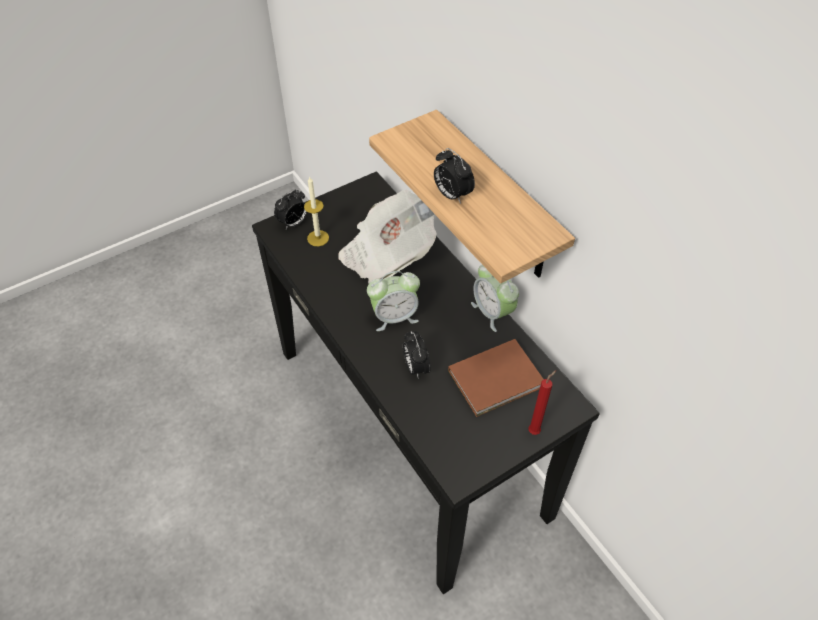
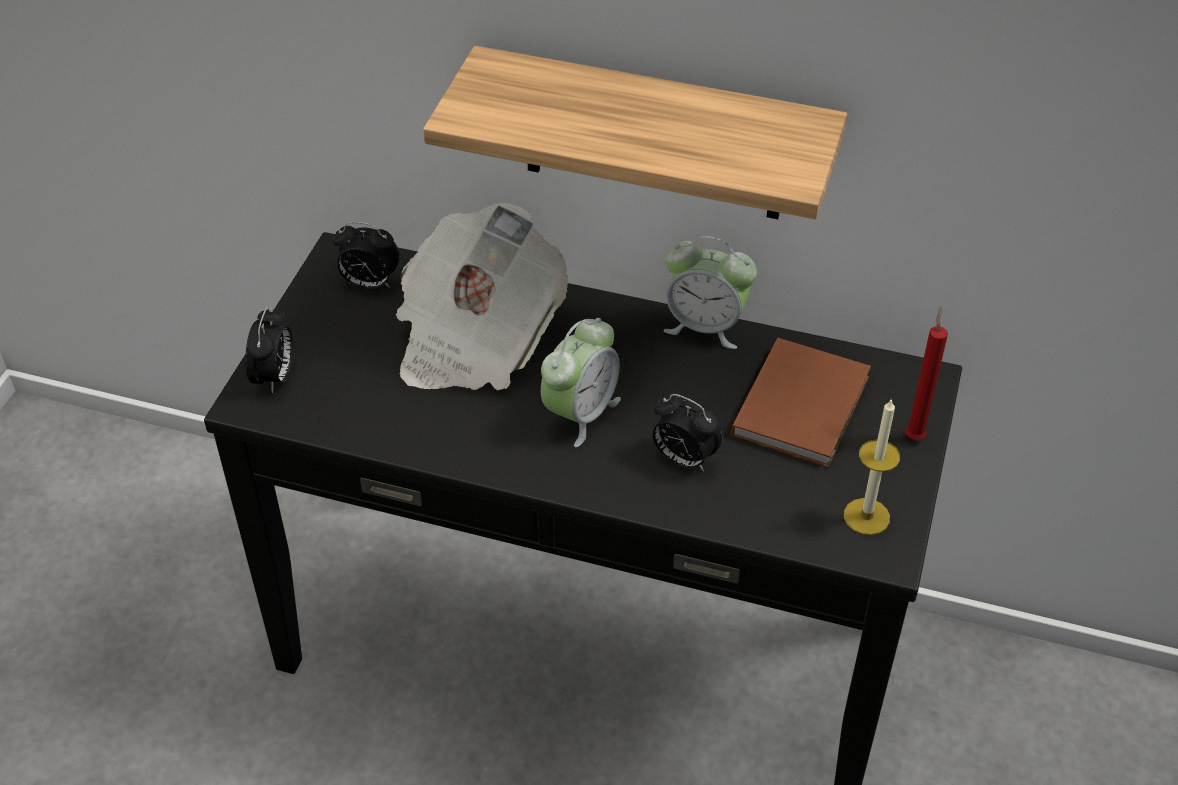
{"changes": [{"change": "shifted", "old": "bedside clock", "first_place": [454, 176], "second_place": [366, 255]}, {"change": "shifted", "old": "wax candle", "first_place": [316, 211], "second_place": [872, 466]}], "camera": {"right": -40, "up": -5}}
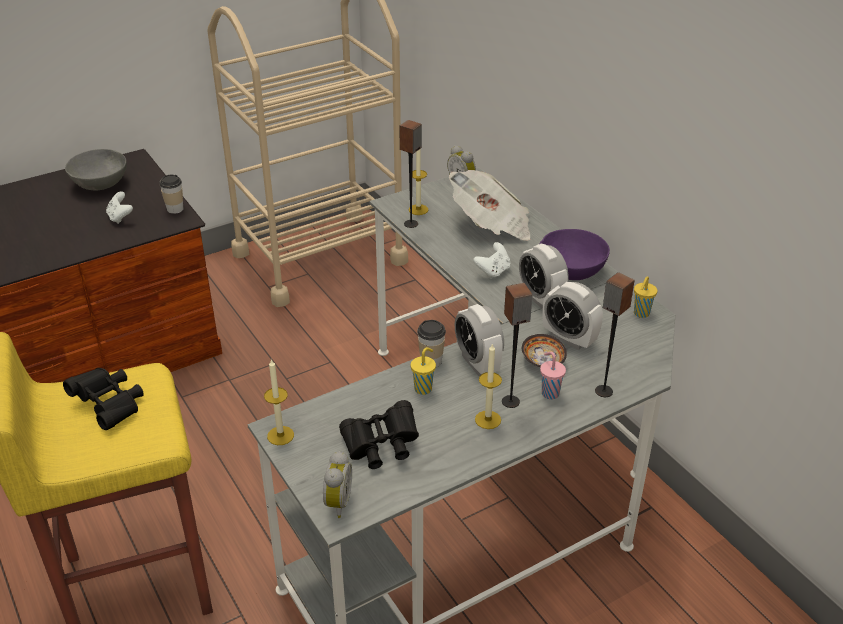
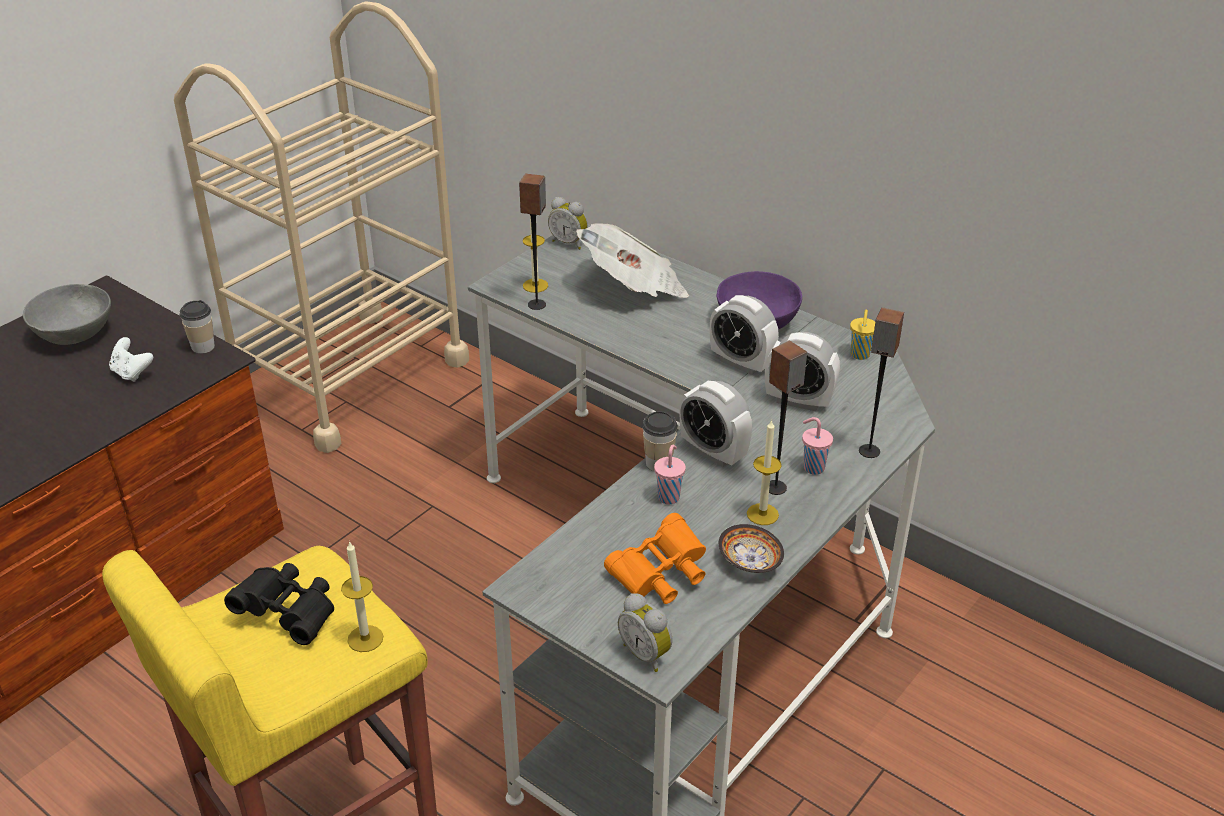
{"changes": [{"change": "shifted", "old": "wax candle", "first_place": [279, 402], "second_place": [362, 596]}, {"change": "repainted", "old": "field glasses in blackish", "new": "field glasses in orange-coloured", "first_place": [379, 434], "second_place": [655, 558]}, {"change": "rotated", "old": "bedside clock", "first_place": [337, 484], "second_place": [645, 632], "degrees": 150}, {"change": "repainted", "old": "cup in yellow", "new": "cup in pinkish", "first_place": [423, 371], "second_place": [670, 475]}, {"change": "shifted", "old": "deep dish", "first_place": [544, 350], "second_place": [751, 548]}, {"change": "gone", "old": "joypad in white", "first_place": [491, 260]}], "camera": {"right": -20, "up": 0}}
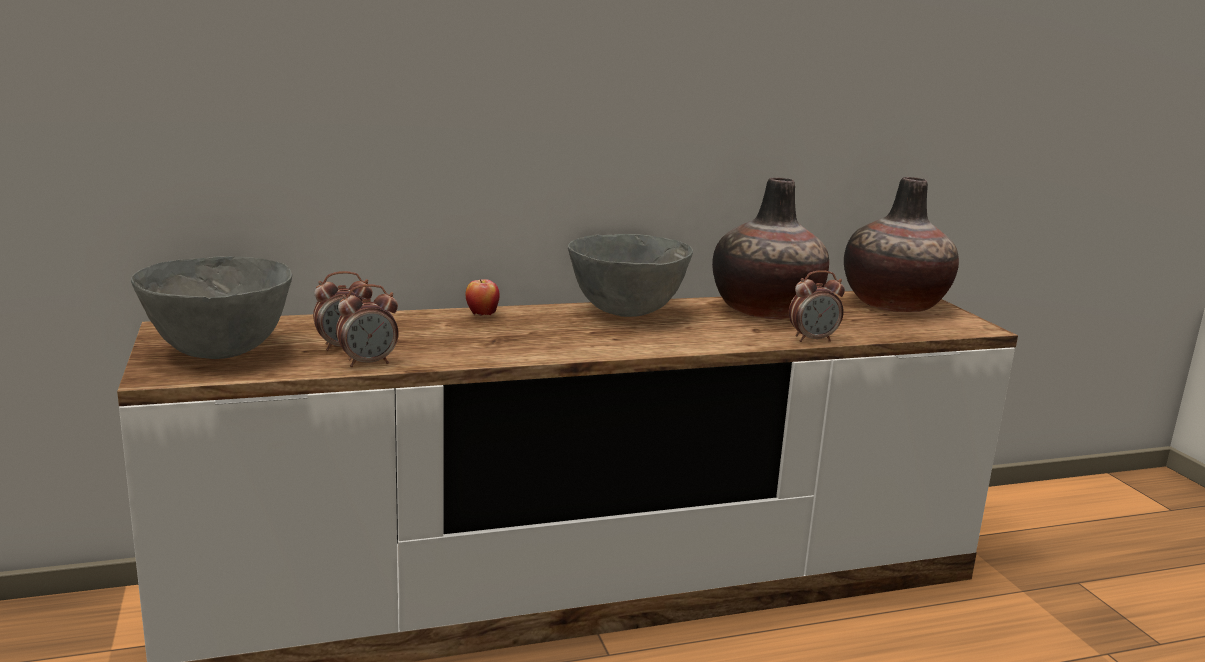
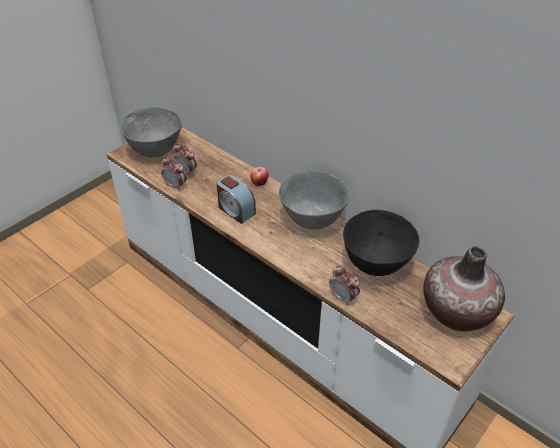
{"changes": [{"change": "new", "new": "bedside clock", "second_place": [236, 199]}, {"change": "swapped", "old": "vase", "new": "deep dish in blackish", "first_place": [770, 248], "second_place": [381, 243]}], "camera": {"right": 60, "up": 25}}
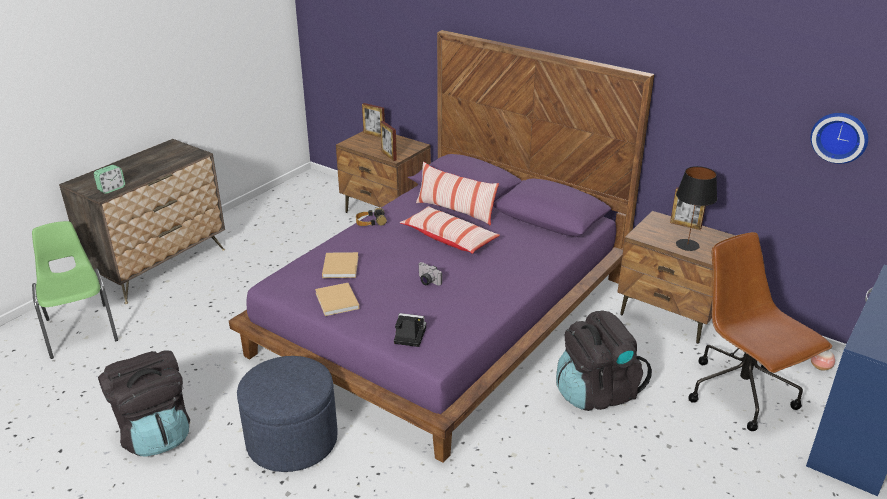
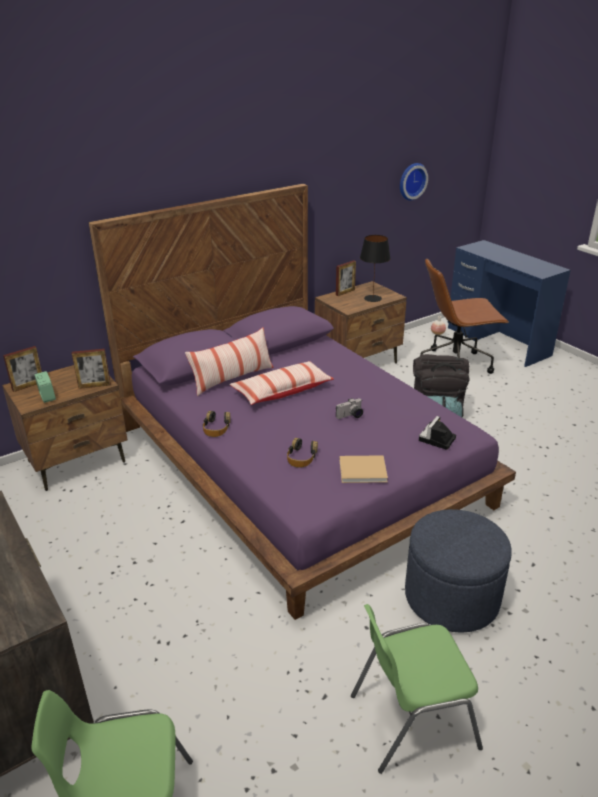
{"changes": [{"change": "shifted", "old": "bedside clock", "first_place": [109, 179], "second_place": [45, 387]}, {"change": "swapped", "old": "bound book in beige-coloured", "new": "pair of headphones", "first_place": [340, 265], "second_place": [302, 453]}, {"change": "swapped", "old": "knapsack in blackish", "new": "plain chair in green", "first_place": [144, 403], "second_place": [417, 689]}], "camera": {"right": -70, "up": 0}}
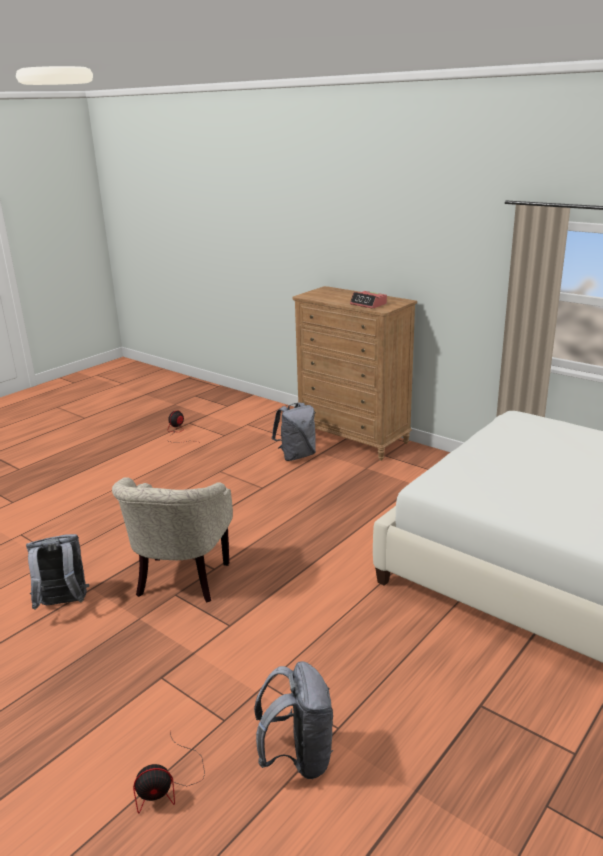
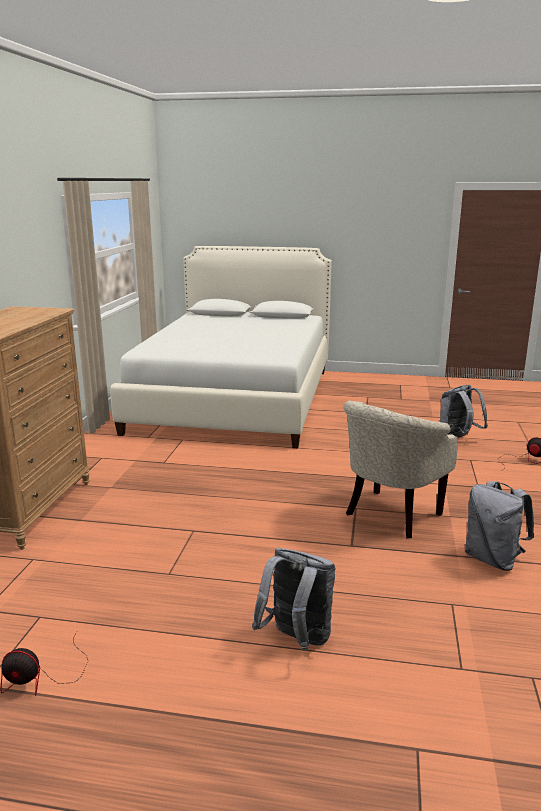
{"changes": [{"change": "shifted", "old": "knapsack in gray", "first_place": [294, 431], "second_place": [294, 599]}, {"change": "rotated", "old": "lounge chair in beige-coloured", "first_place": [172, 540], "second_place": [401, 469], "degrees": 150}, {"change": "gone", "old": "bedside clock", "first_place": [368, 300]}], "camera": {"right": -120, "up": -5}}
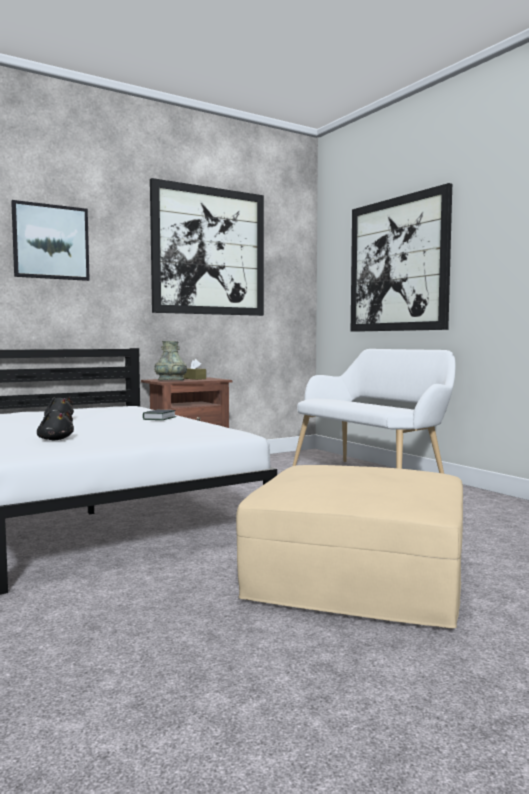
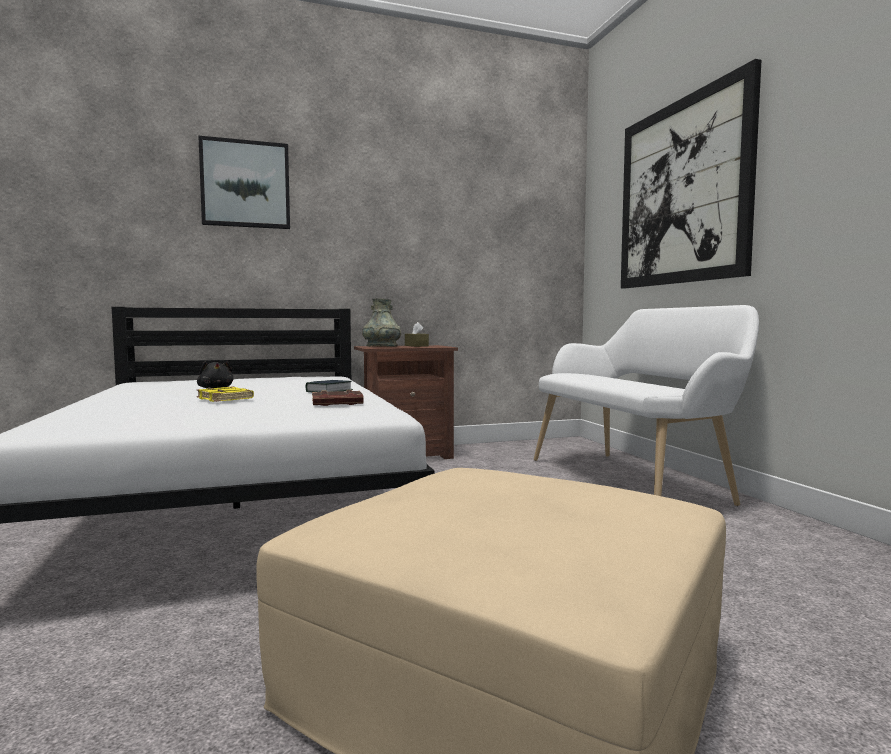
{"changes": [{"change": "new", "new": "bound book in yellow", "second_place": [225, 394]}, {"change": "new", "new": "bound book in brown-coloured", "second_place": [338, 398]}, {"change": "gone", "old": "soft toy in blackish", "first_place": [55, 425]}, {"change": "gone", "old": "wall art", "first_place": [207, 247]}], "camera": {"right": 15, "up": 0}}
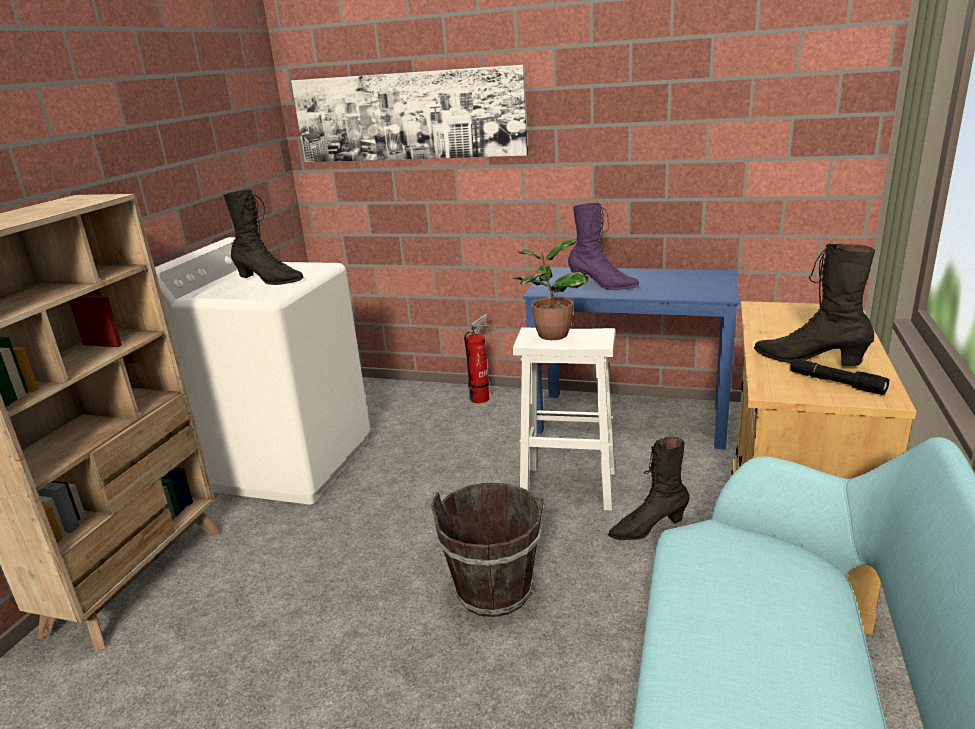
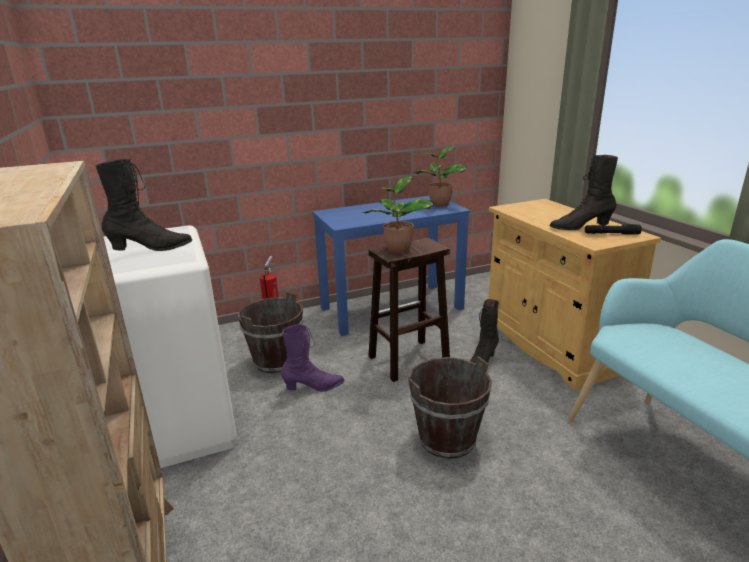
{"changes": [{"change": "new", "new": "pail in brown-coloured", "second_place": [270, 332]}, {"change": "shifted", "old": "boot in purple", "first_place": [603, 246], "second_place": [313, 358]}, {"change": "repainted", "old": "stool seat in white", "new": "stool seat in brown-coloured", "first_place": [564, 419], "second_place": [409, 310]}, {"change": "new", "new": "potted plant", "second_place": [440, 176]}, {"change": "gone", "old": "wall art", "first_place": [409, 113]}], "camera": {"right": -40, "up": 0}}
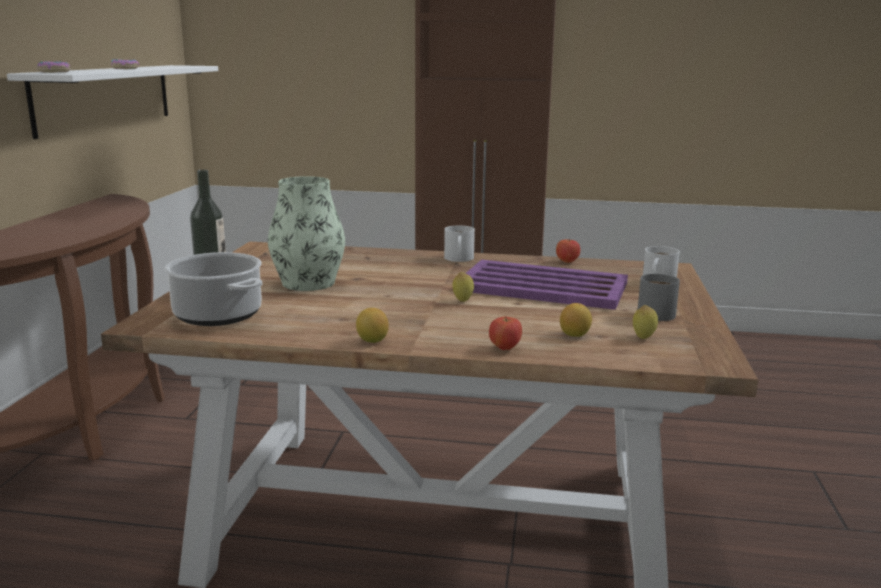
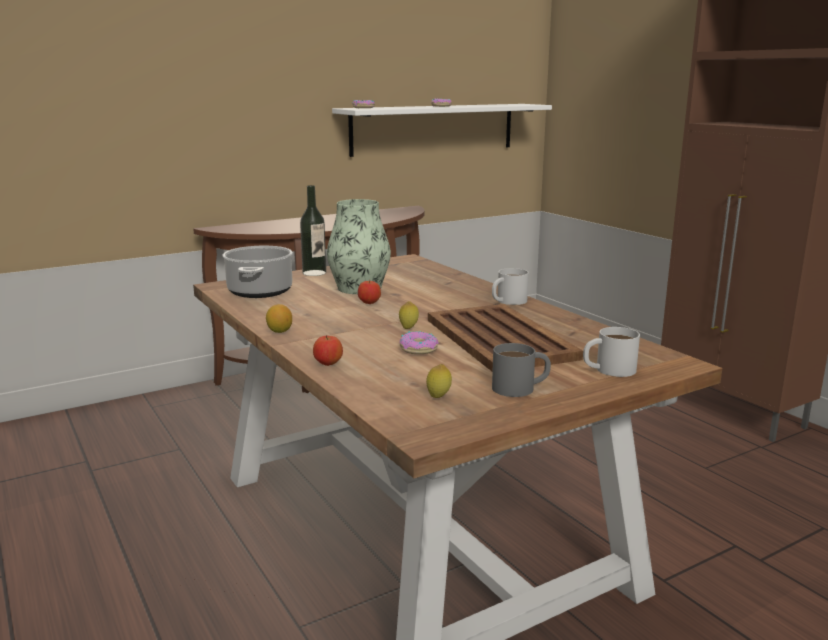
{"changes": [{"change": "shifted", "old": "apple fruit", "first_place": [568, 250], "second_place": [369, 292]}, {"change": "new", "new": "ring doughnut", "second_place": [419, 342]}, {"change": "repainted", "old": "carrying tray in purple", "new": "carrying tray in brown-coloured", "first_place": [547, 285], "second_place": [505, 338]}, {"change": "gone", "old": "whole lemon", "first_place": [576, 320]}], "camera": {"right": 50, "up": 0}}
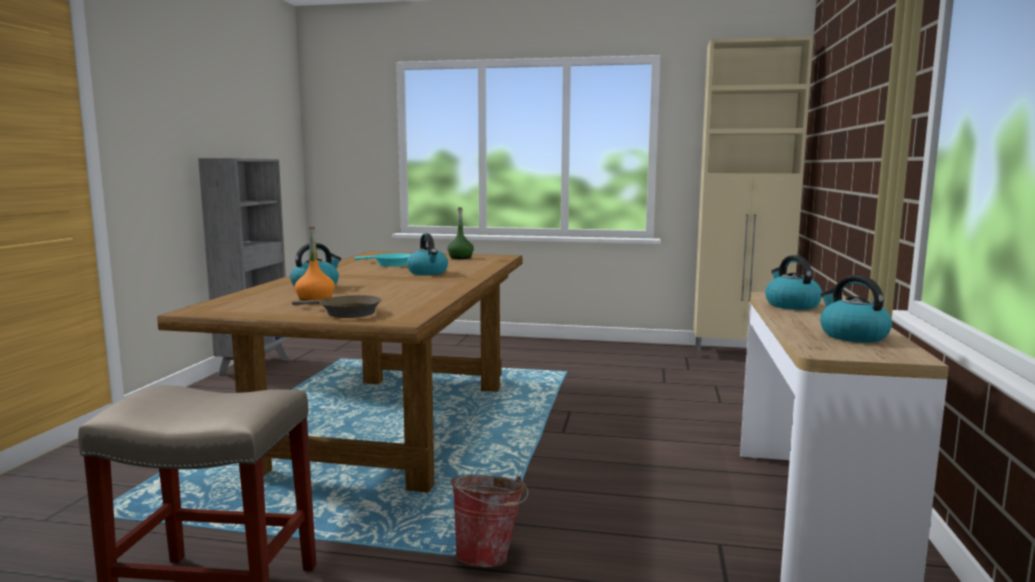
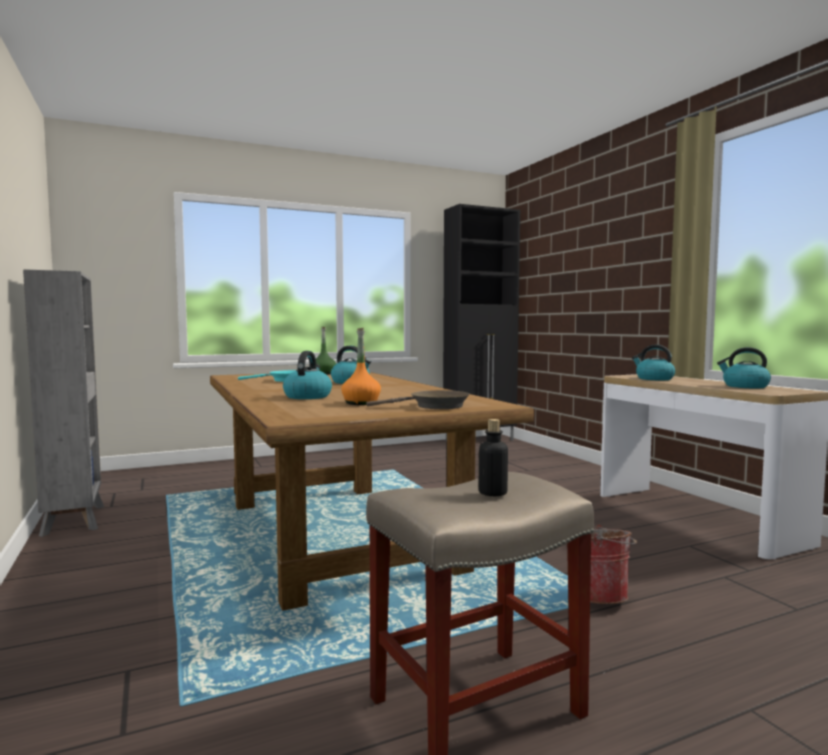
{"changes": [{"change": "repainted", "old": "storage cabinet in beige-coloured", "new": "storage cabinet in blackish", "first_place": [754, 196], "second_place": [481, 322]}, {"change": "new", "new": "beverage bottle", "second_place": [493, 457]}], "camera": {"right": -35, "up": -5}}
